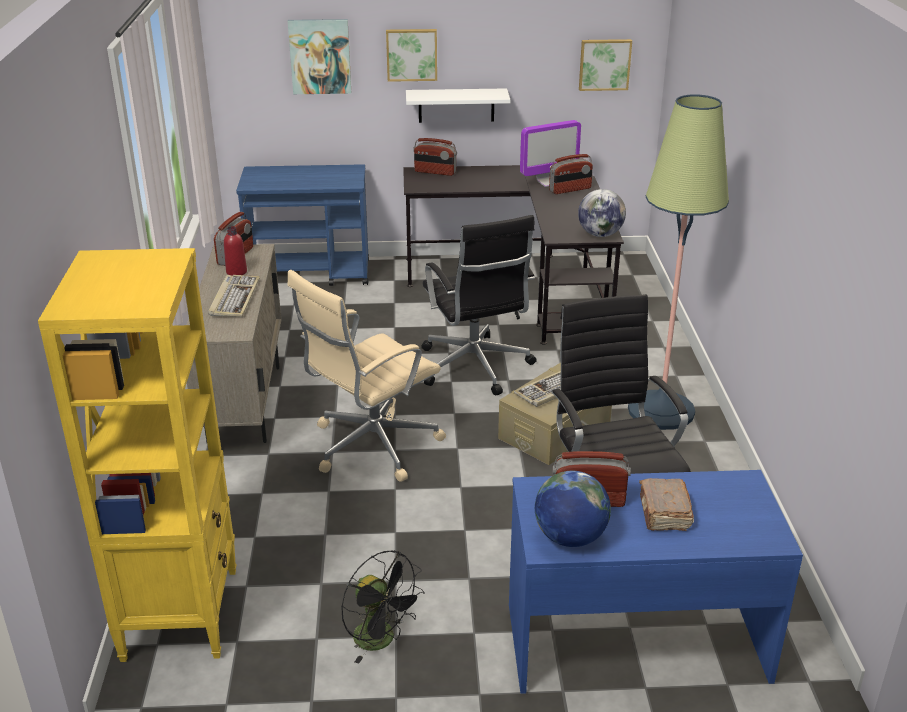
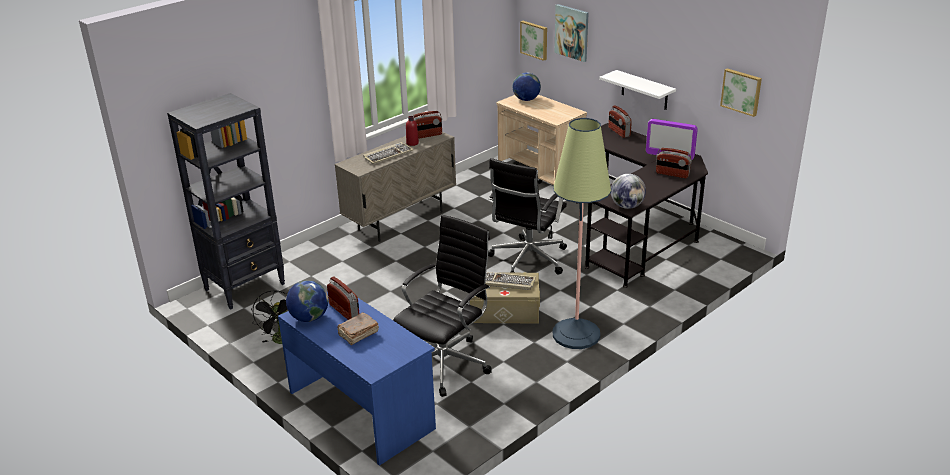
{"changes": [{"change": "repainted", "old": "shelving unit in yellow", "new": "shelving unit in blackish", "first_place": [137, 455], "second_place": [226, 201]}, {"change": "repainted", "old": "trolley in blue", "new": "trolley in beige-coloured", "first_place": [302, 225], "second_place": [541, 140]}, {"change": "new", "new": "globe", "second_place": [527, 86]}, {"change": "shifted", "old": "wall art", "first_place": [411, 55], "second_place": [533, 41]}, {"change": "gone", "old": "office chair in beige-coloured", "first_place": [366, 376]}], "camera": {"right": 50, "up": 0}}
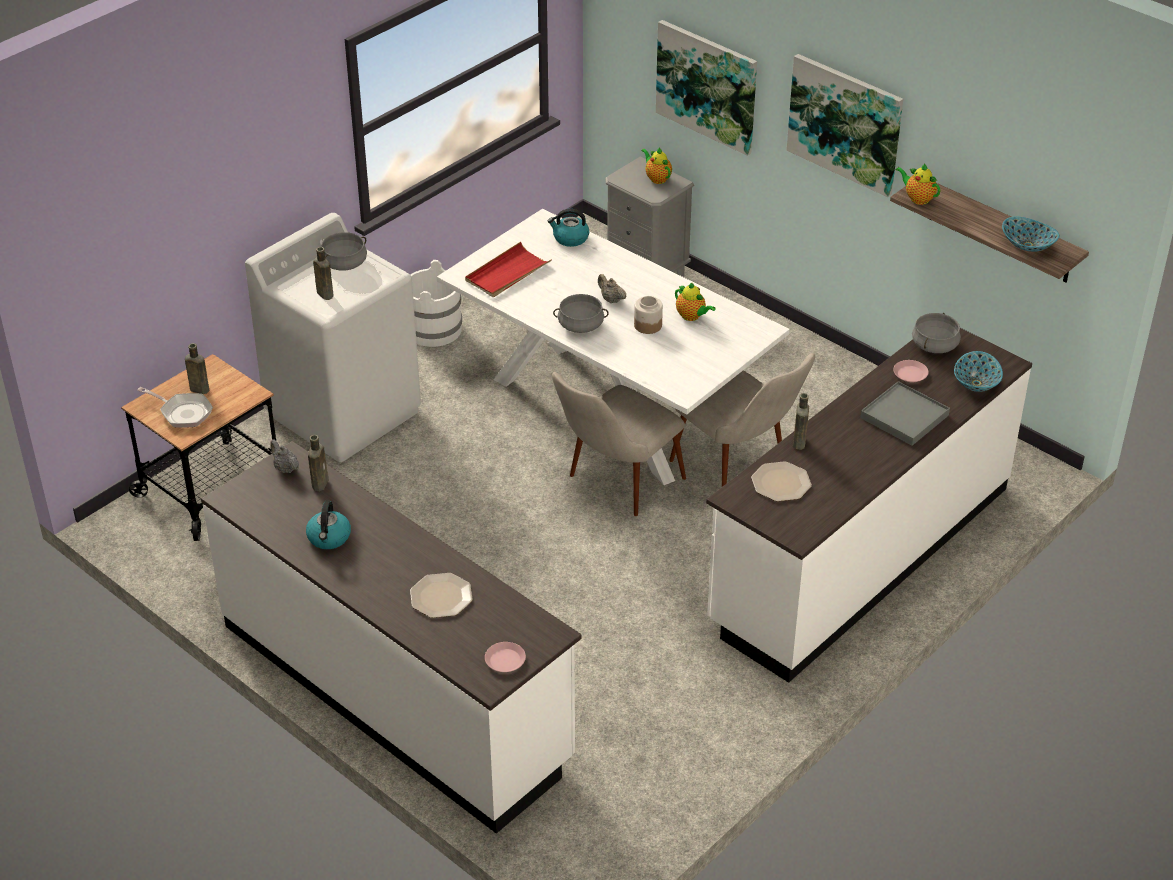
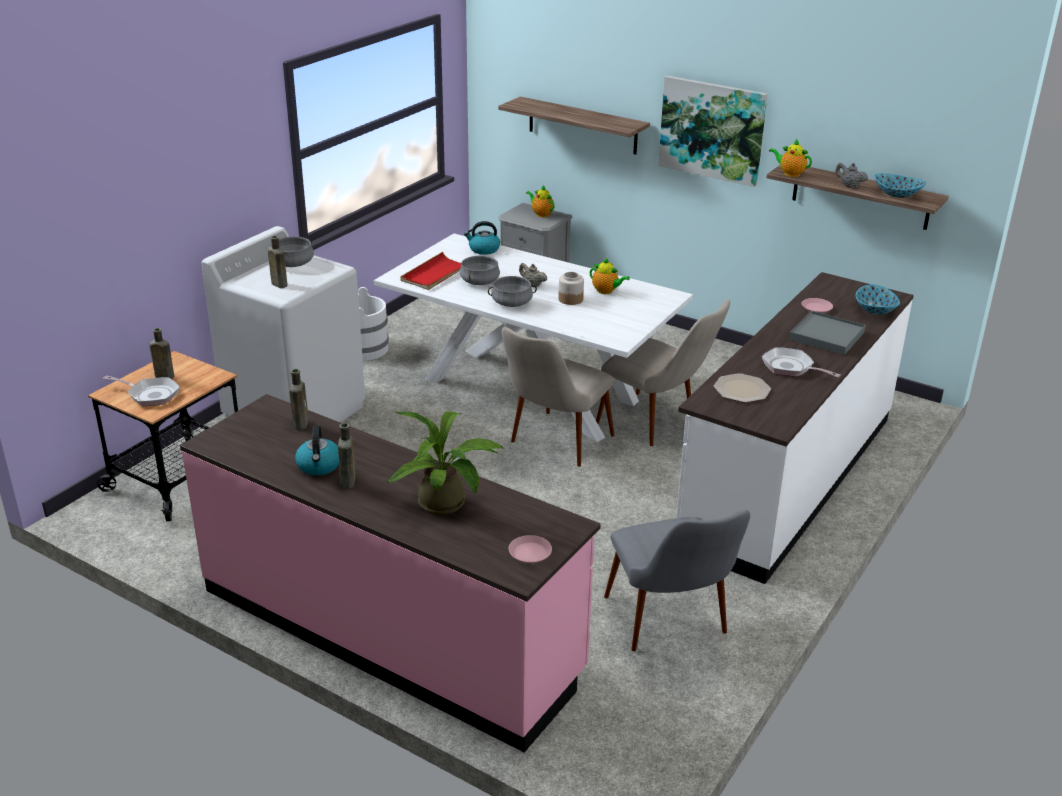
{"changes": [{"change": "repainted", "old": "kitchen base unit in white", "new": "kitchen base unit in pinkish", "first_place": [391, 637], "second_place": [390, 573]}, {"change": "shifted", "old": "beverage bottle in brown-coloured", "first_place": [801, 421], "second_place": [347, 456]}, {"change": "swapped", "old": "dinner plate", "new": "potted plant", "first_place": [441, 595], "second_place": [446, 463]}, {"change": "shifted", "old": "saucepot in gray", "first_place": [936, 333], "second_place": [480, 270]}, {"change": "swapped", "old": "wall art", "new": "wall shelf", "first_place": [706, 88], "second_place": [574, 125]}, {"change": "new", "new": "plain chair in gray", "second_place": [677, 580]}, {"change": "new", "new": "frying pan", "second_place": [801, 362]}, {"change": "shifted", "old": "pot for tea in gray", "first_place": [284, 456], "second_place": [851, 175]}], "camera": {"right": -10, "up": -10}}
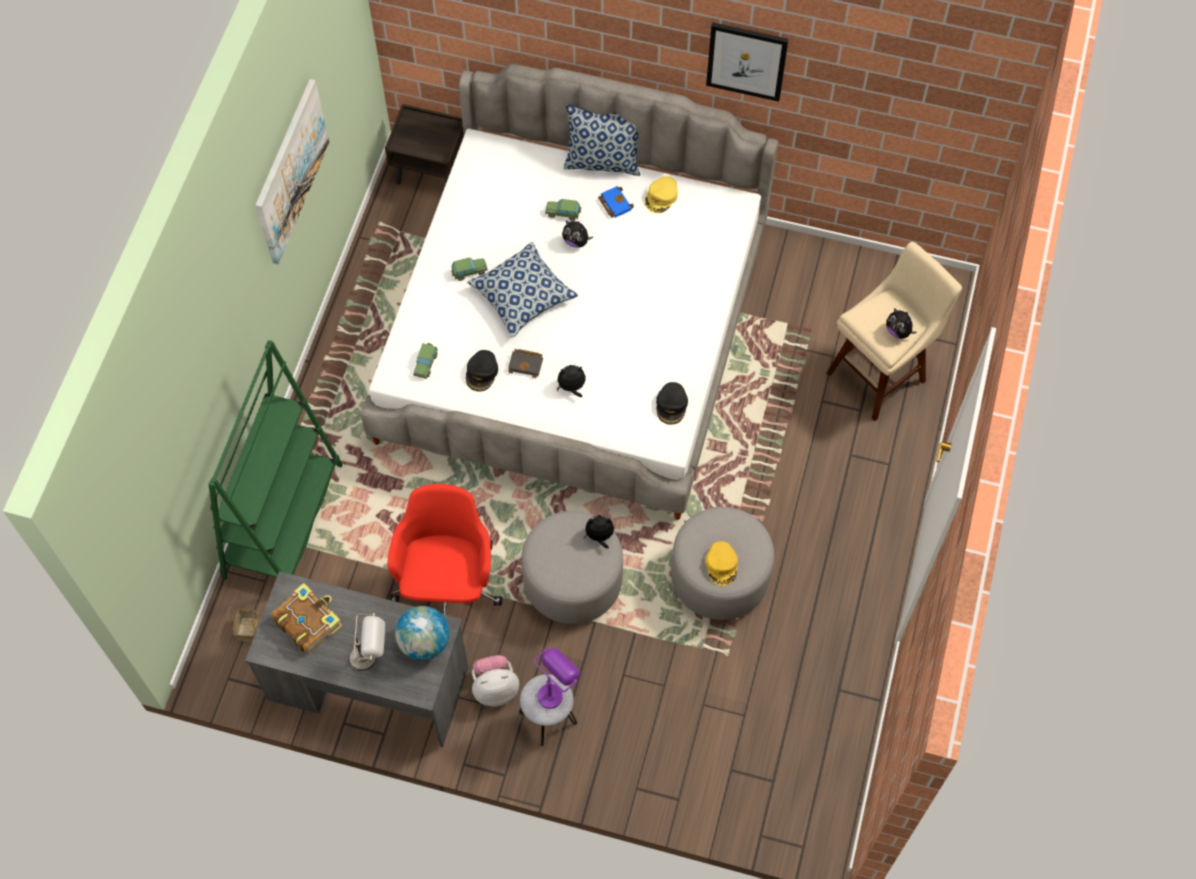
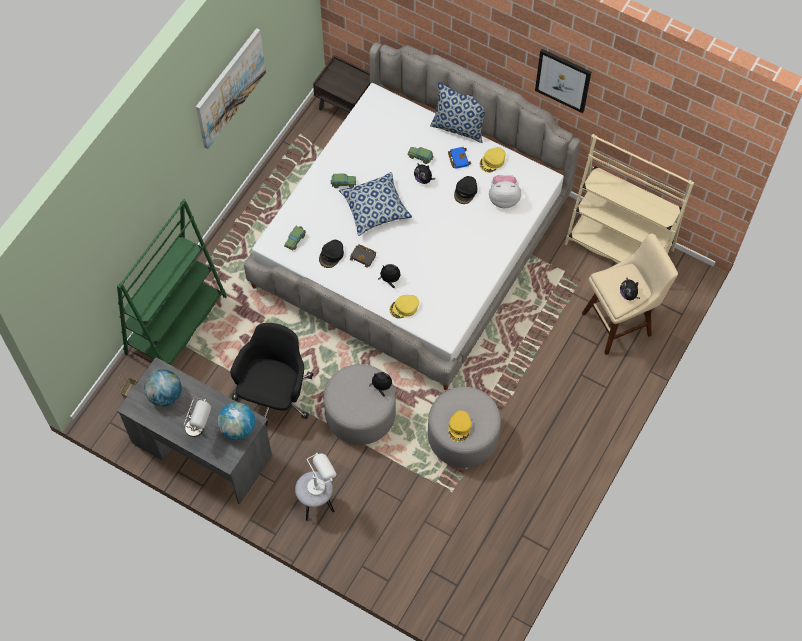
{"changes": [{"change": "swapped", "old": "bound book", "new": "globe", "first_place": [307, 618], "second_place": [163, 387]}, {"change": "repainted", "old": "office chair in red", "new": "office chair in blackish", "first_place": [444, 549], "second_place": [271, 375]}, {"change": "repainted", "old": "lamp for a table in purple", "new": "lamp for a table in white", "first_place": [556, 678], "second_place": [321, 474]}, {"change": "new", "new": "baseball cap in yellow", "second_place": [404, 306]}, {"change": "shifted", "old": "baseball cap in blackish", "first_place": [672, 403], "second_place": [465, 190]}, {"change": "shifted", "old": "soft toy", "first_place": [495, 681], "second_place": [505, 191]}, {"change": "new", "new": "shelving unit in beige-coloured", "second_place": [629, 198]}], "camera": {"right": 15, "up": 0}}
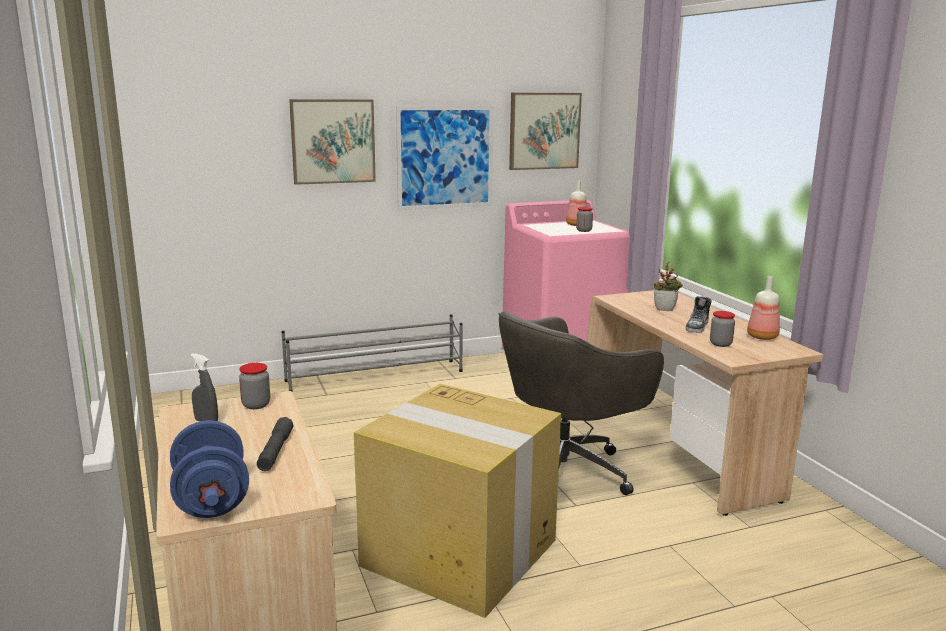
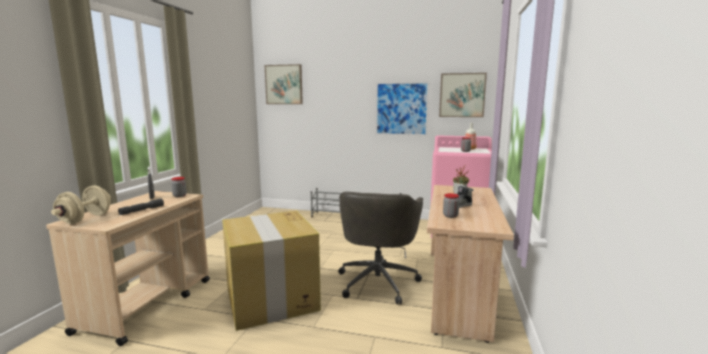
{"changes": [{"change": "repainted", "old": "dumbbell in blue", "new": "dumbbell in beige-coloured", "first_place": [209, 469], "second_place": [81, 204]}, {"change": "shifted", "old": "wall art", "first_place": [332, 142], "second_place": [284, 84]}, {"change": "rotated", "old": "office chair in gray", "first_place": [581, 403], "second_place": [380, 248], "degrees": -75}, {"change": "gone", "old": "beverage bottle", "first_place": [763, 308]}], "camera": {"right": 35, "up": -5}}
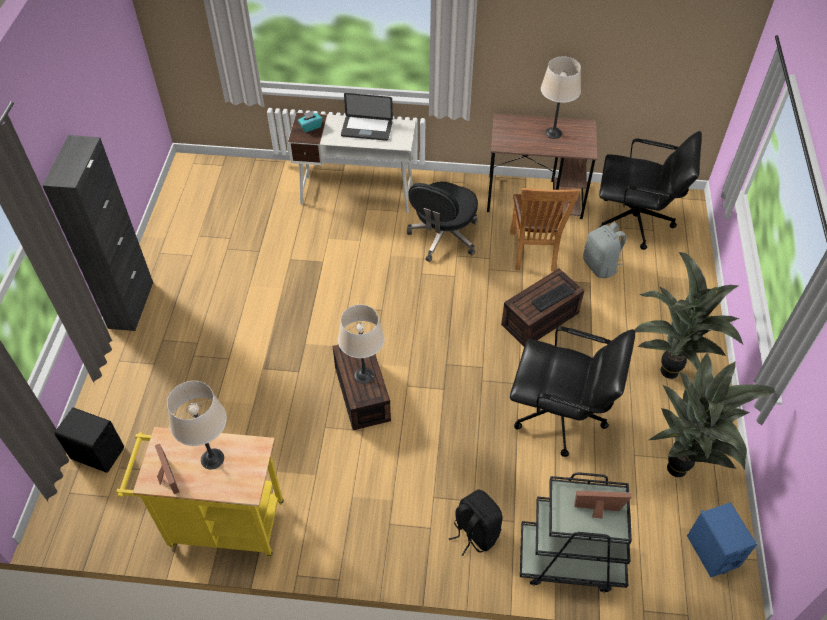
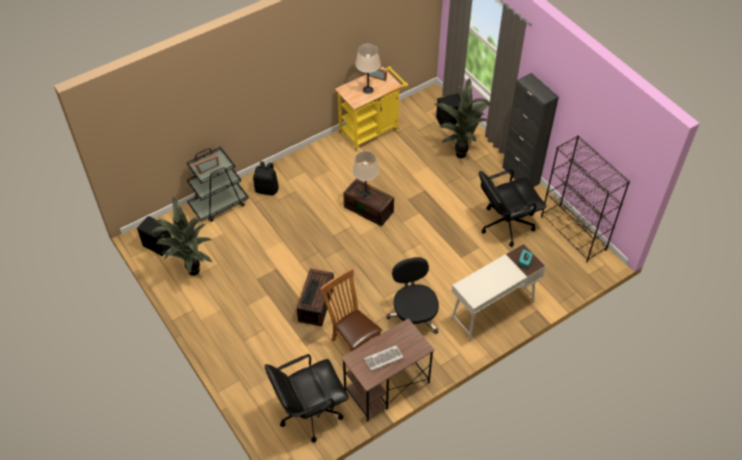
{"changes": [{"change": "repainted", "old": "speaker in blue", "new": "speaker in blackish", "first_place": [722, 539], "second_place": [154, 236]}, {"change": "swapped", "old": "lamp for a table in beige-coloured", "new": "keyboard", "first_place": [561, 98], "second_place": [384, 358]}, {"change": "shifted", "old": "potted plant", "first_place": [689, 315], "second_place": [463, 118]}, {"change": "shifted", "old": "office chair in blackish", "first_place": [572, 391], "second_place": [512, 208]}, {"change": "new", "new": "shelving unit in blackish", "second_place": [585, 198]}, {"change": "gone", "old": "portable computer", "first_place": [367, 117]}, {"change": "gone", "old": "knapsack in gray", "first_place": [605, 250]}], "camera": {"right": 140, "up": 0}}
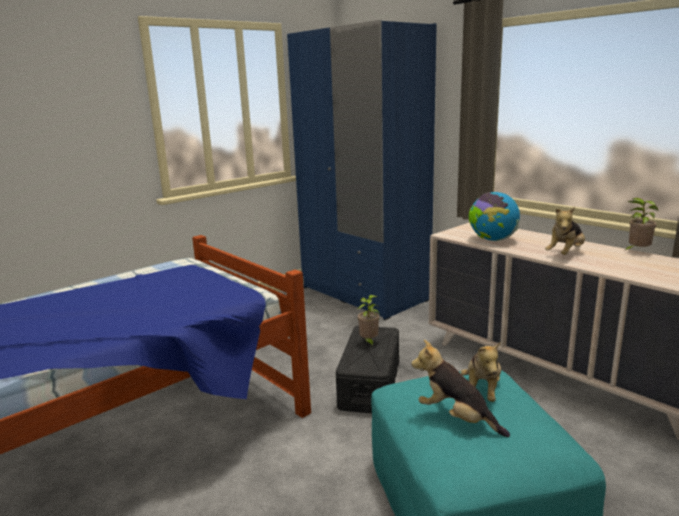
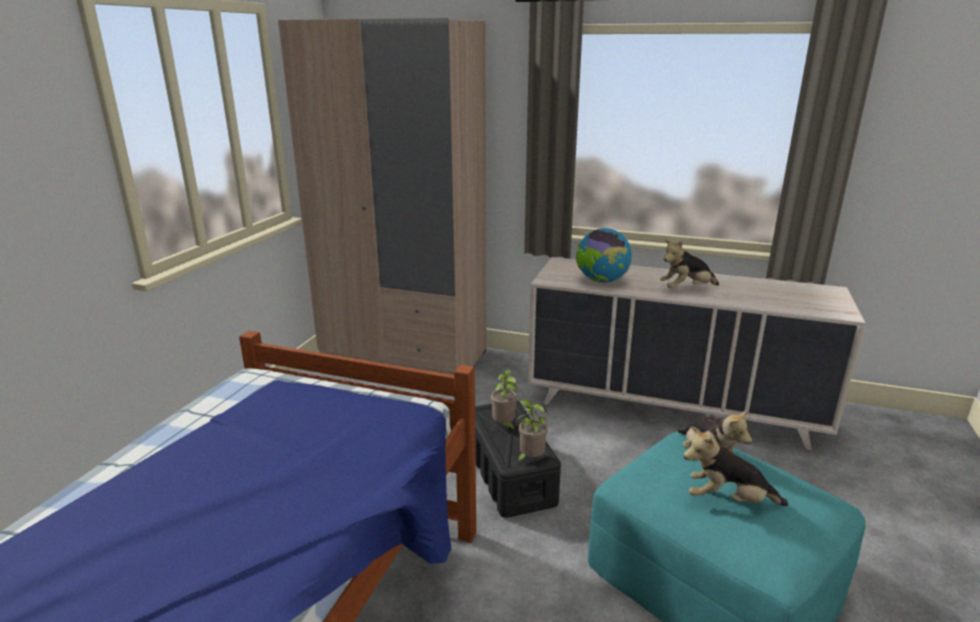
{"changes": [{"change": "repainted", "old": "armoire in blue", "new": "armoire in beige-coloured", "first_place": [362, 170], "second_place": [382, 196]}, {"change": "shifted", "old": "potted plant", "first_place": [641, 224], "second_place": [531, 431]}, {"change": "rotated", "old": "soft toy", "first_place": [565, 231], "second_place": [689, 263], "degrees": 60}], "camera": {"right": -30, "up": 5}}
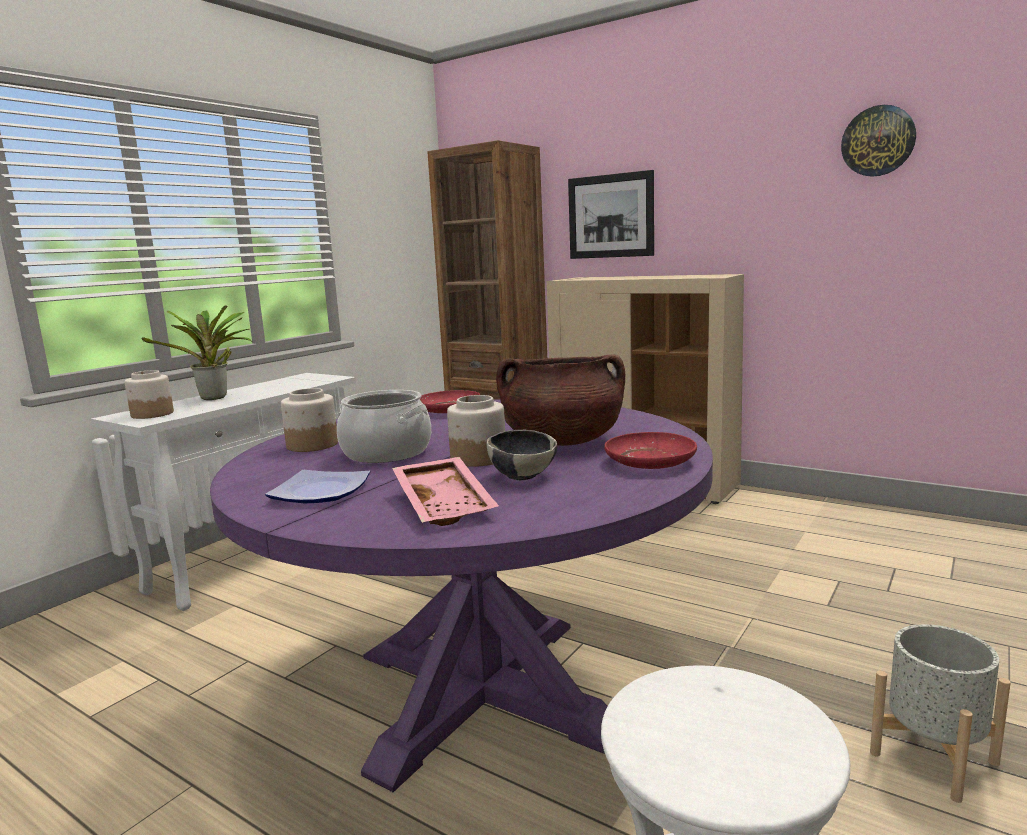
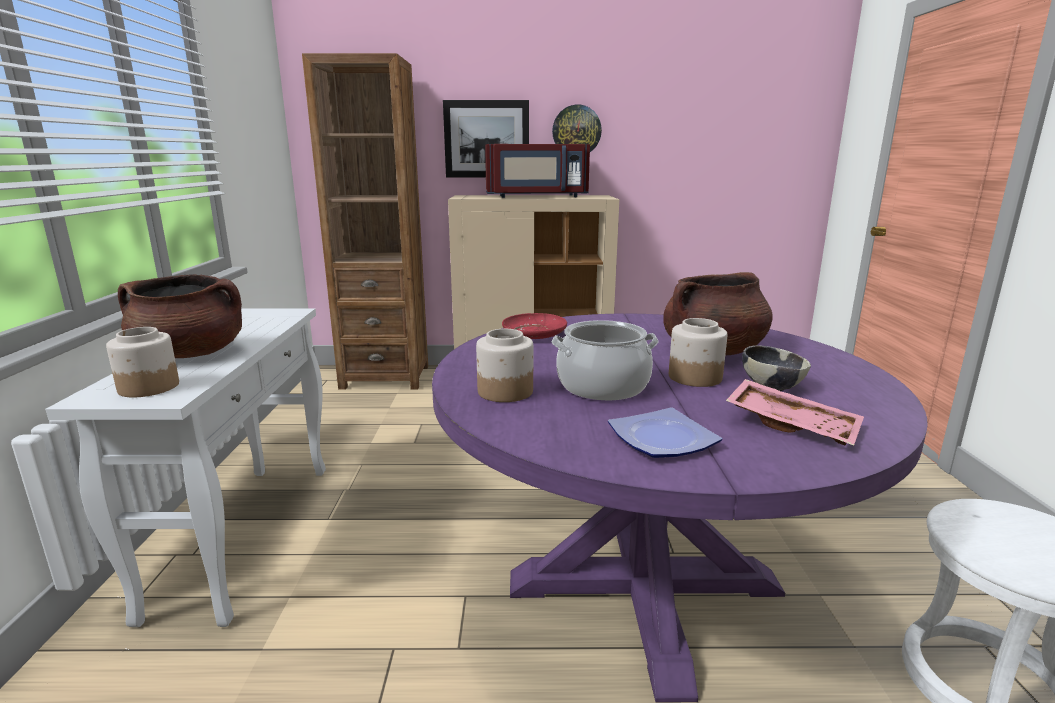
{"changes": [{"change": "swapped", "old": "potted plant", "new": "saucepot in brown-coloured", "first_place": [197, 352], "second_place": [180, 316]}, {"change": "new", "new": "kitchen microwave in red", "second_place": [537, 171]}, {"change": "shifted", "old": "wall clock", "first_place": [878, 141], "second_place": [577, 128]}, {"change": "gone", "old": "dinner plate in red", "first_place": [650, 450]}, {"change": "gone", "old": "planter in gray", "first_place": [940, 713]}], "camera": {"right": -35, "up": 5}}
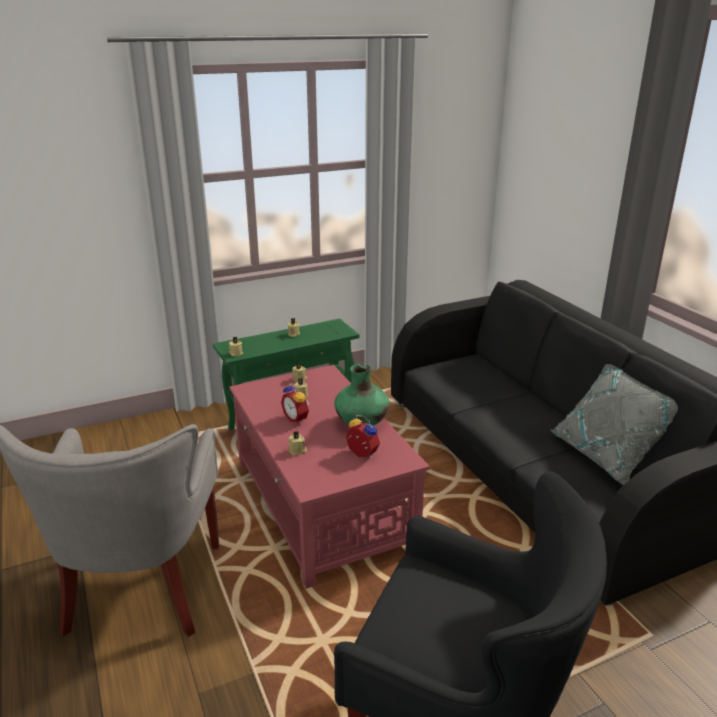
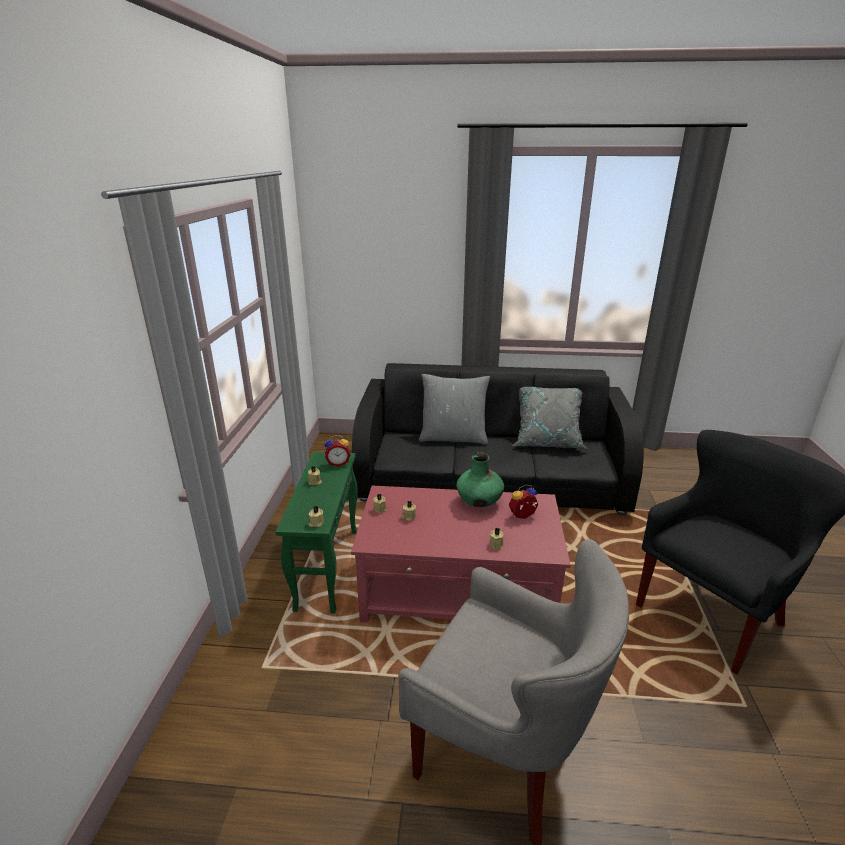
{"changes": [{"change": "shifted", "old": "bedside clock", "first_place": [295, 403], "second_place": [337, 451]}, {"change": "new", "new": "cushion in gray", "second_place": [454, 409]}], "camera": {"right": -60, "up": 0}}
